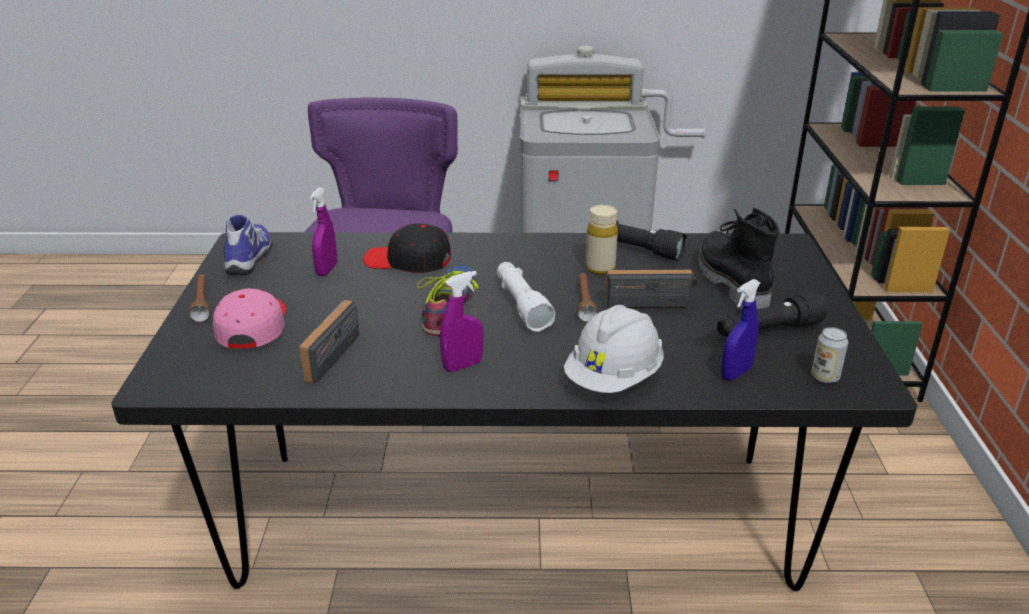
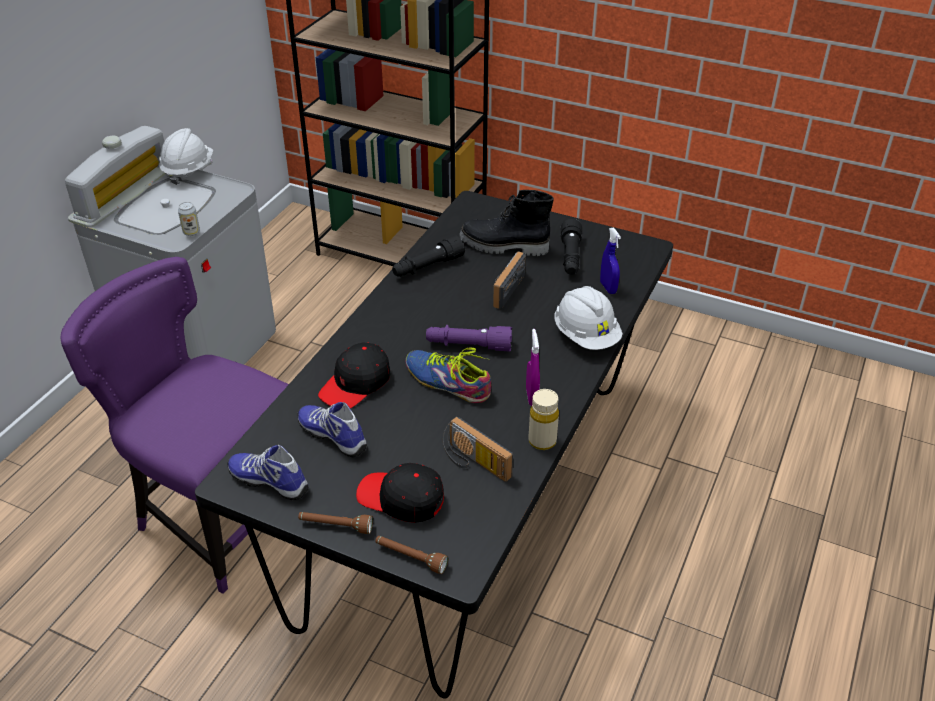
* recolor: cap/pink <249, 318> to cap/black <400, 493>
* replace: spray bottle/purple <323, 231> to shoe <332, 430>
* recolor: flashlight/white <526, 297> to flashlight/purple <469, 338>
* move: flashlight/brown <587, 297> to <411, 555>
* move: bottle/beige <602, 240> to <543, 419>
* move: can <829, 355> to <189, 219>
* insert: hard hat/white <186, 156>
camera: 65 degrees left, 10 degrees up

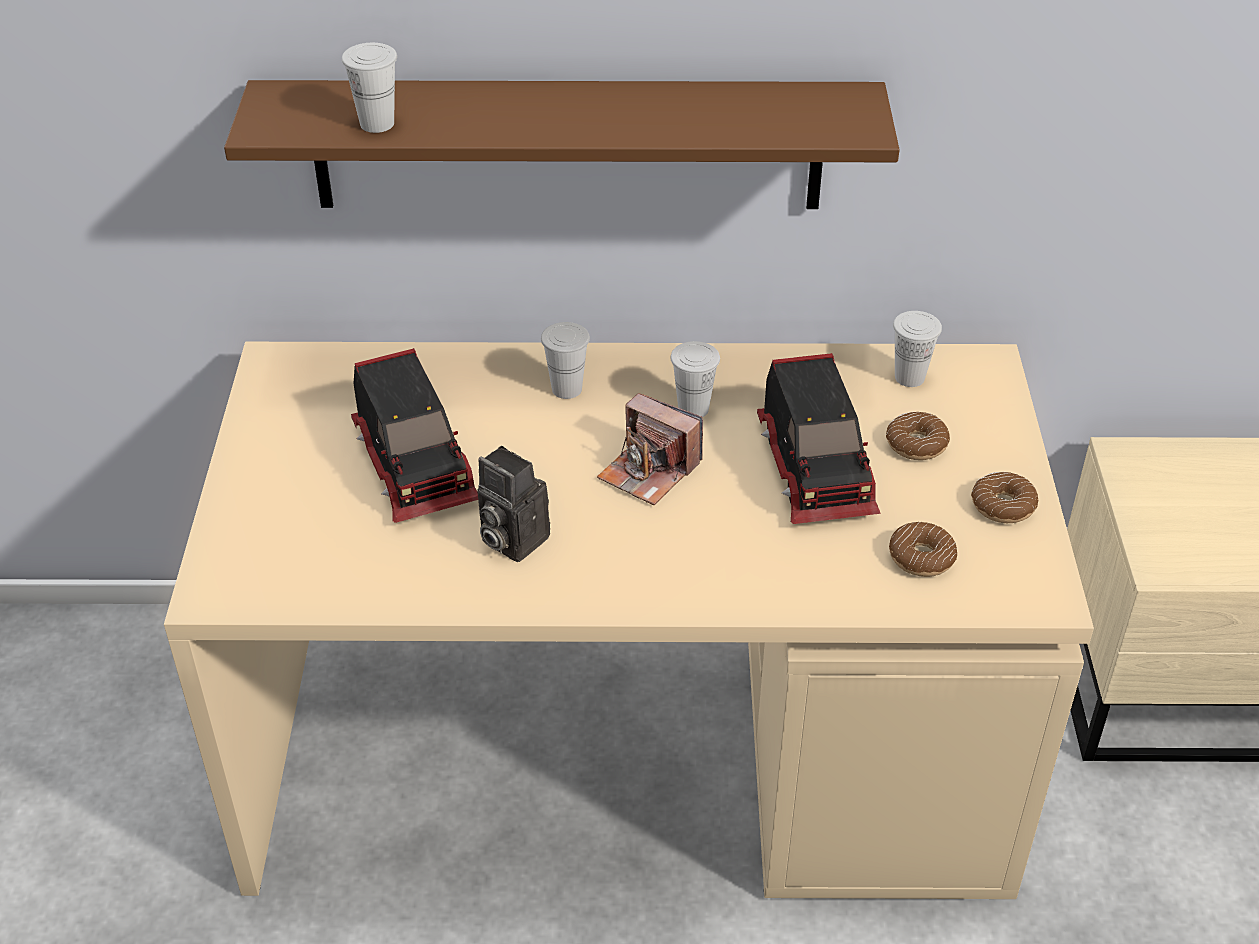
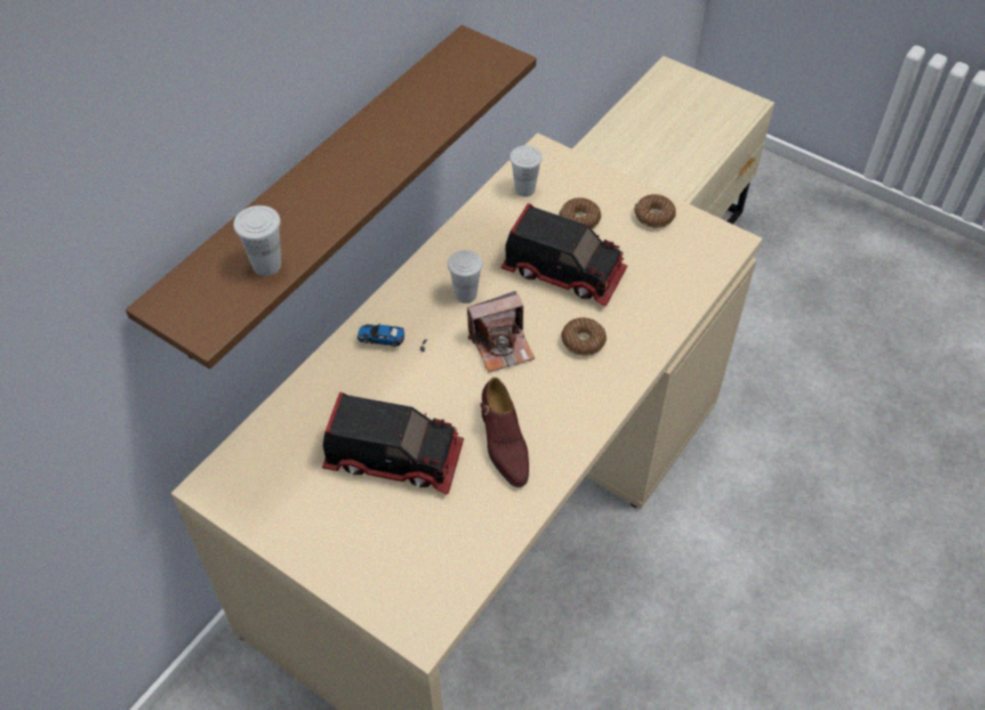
* replace: photo camera <514, 504> to shoe/brown <504, 432>
* replace: cup/white <565, 360> to toy car <392, 337>
* move: donut <923, 549> to <584, 337>
camera: 55 degrees left, 10 degrees up

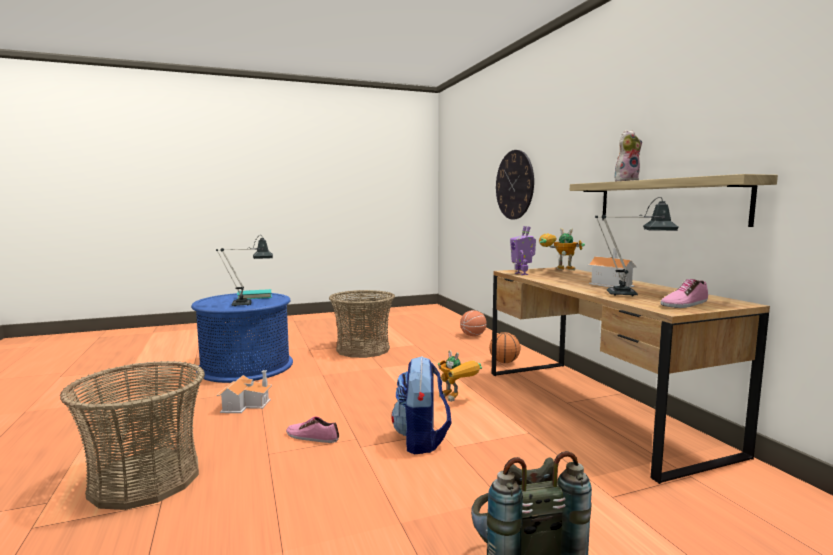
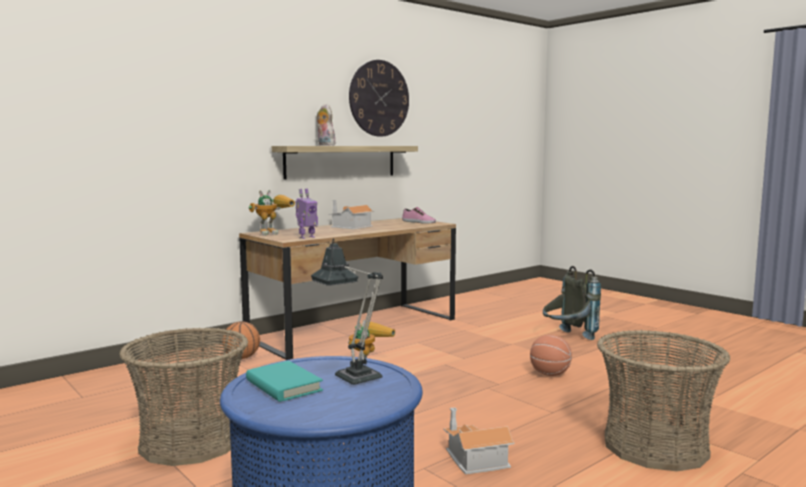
* delete: shoe <312, 429>
* delete: backpack <421, 405>
* move: basketball <473, 323> to <551, 355>
* move: wall clock <515, 184> to <379, 98>
* rotate: toy robot <562, 249> = <272, 213> 135 degrees counterclockwise
* delete: table lamp <636, 247>
camera: 110 degrees left, 0 degrees up

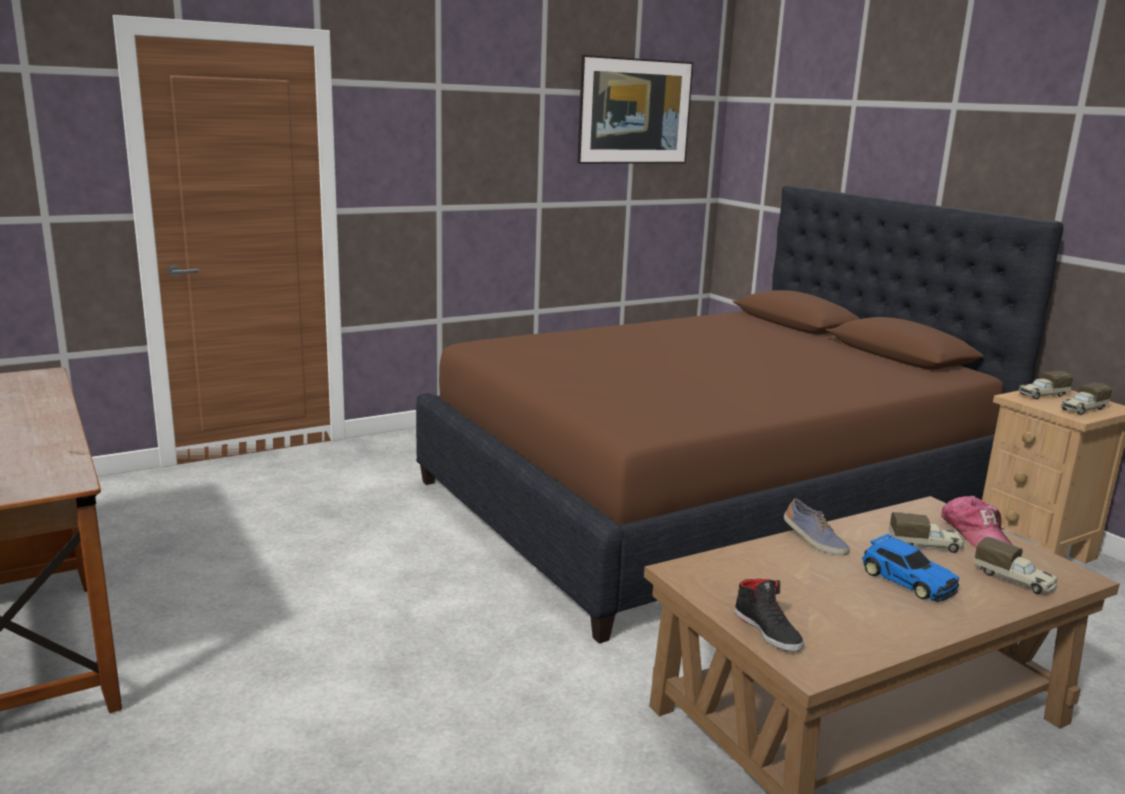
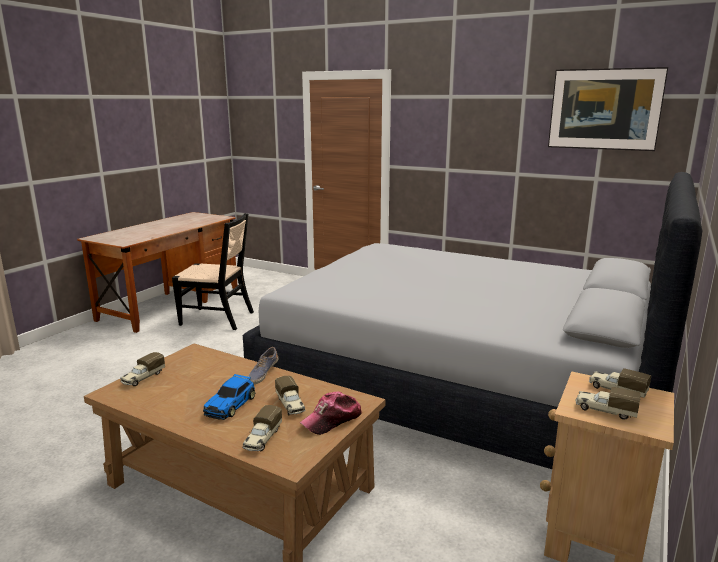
* recolor: bed/brown <740, 414> to bed/grey <472, 320>
* replace: shoe/black <769, 615> to toy truck <142, 369>
* insert: chair <213, 271>
camera: 60 degrees right, 0 degrees up

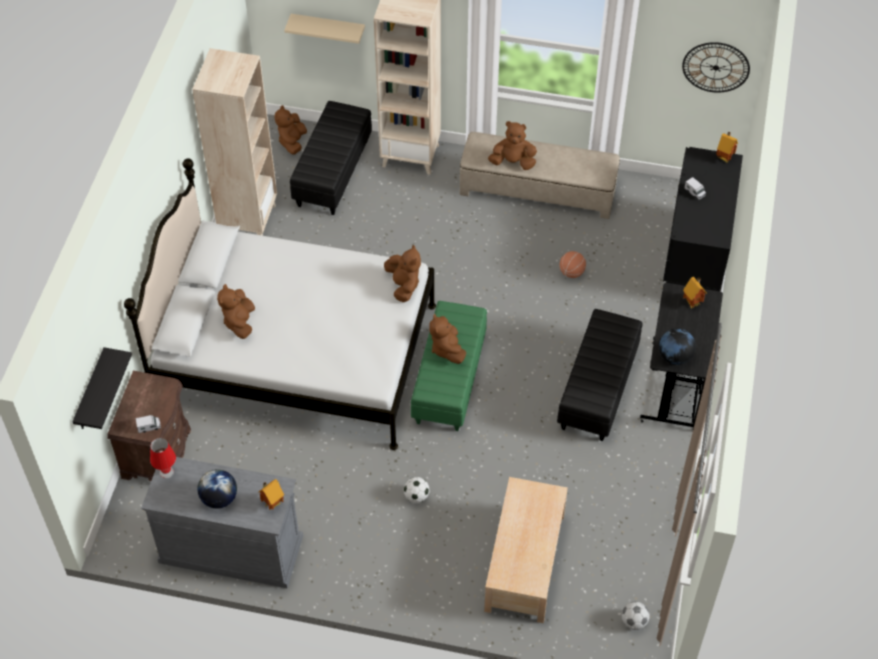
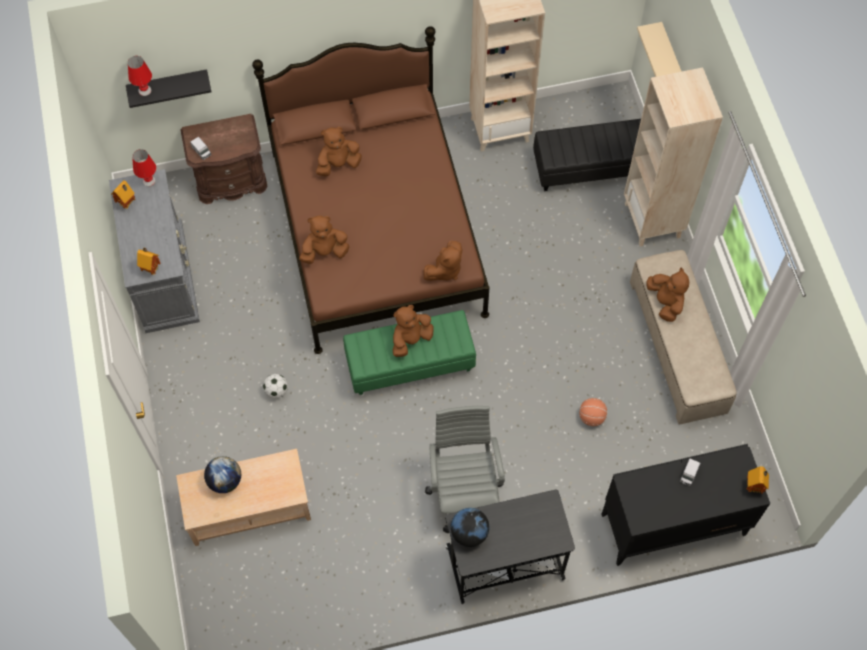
* recolor: bed/white <280, 304> to bed/brown <371, 190>
* move: globe <217, 489> to <222, 474>
* move: plush toy/brown <290, 130> to <324, 239>
* replace: ottoman/black <600, 375> to office chair/grey <465, 469>
* delete: football <636, 616>
* delete: wall clock <716, 67>
* move: toy house <695, 292> to <123, 194>
* insert: table lamp/red <140, 76>
camera: 65 degrees right, 10 degrees up

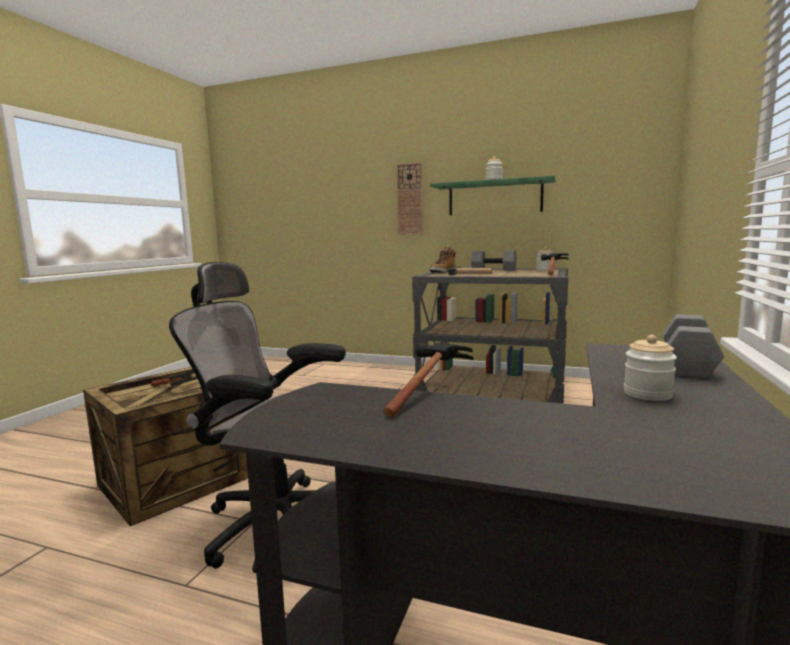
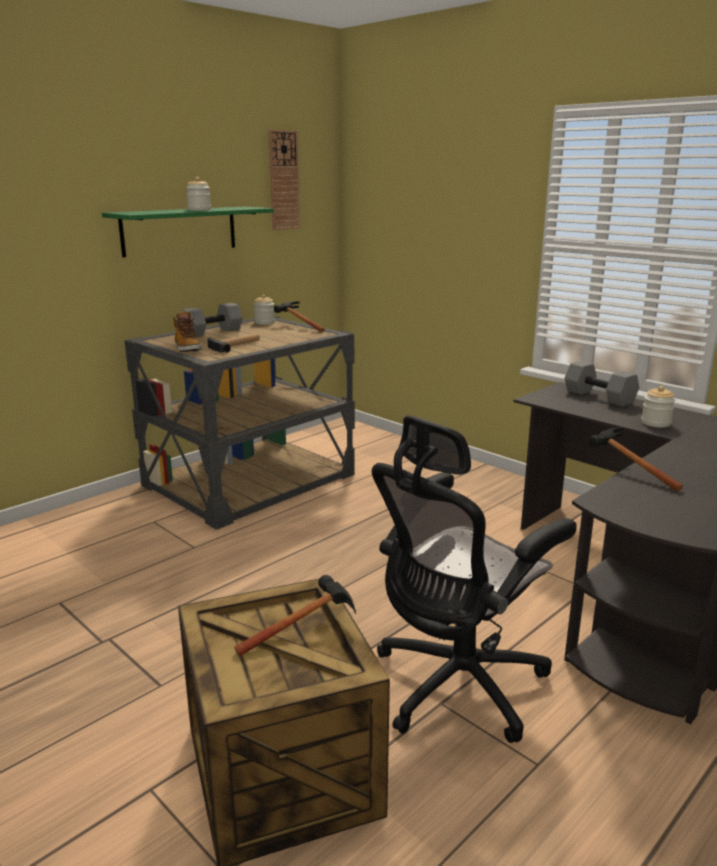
* move: wall clock <410, 198> to <284, 180>
camera: 65 degrees left, 10 degrees up

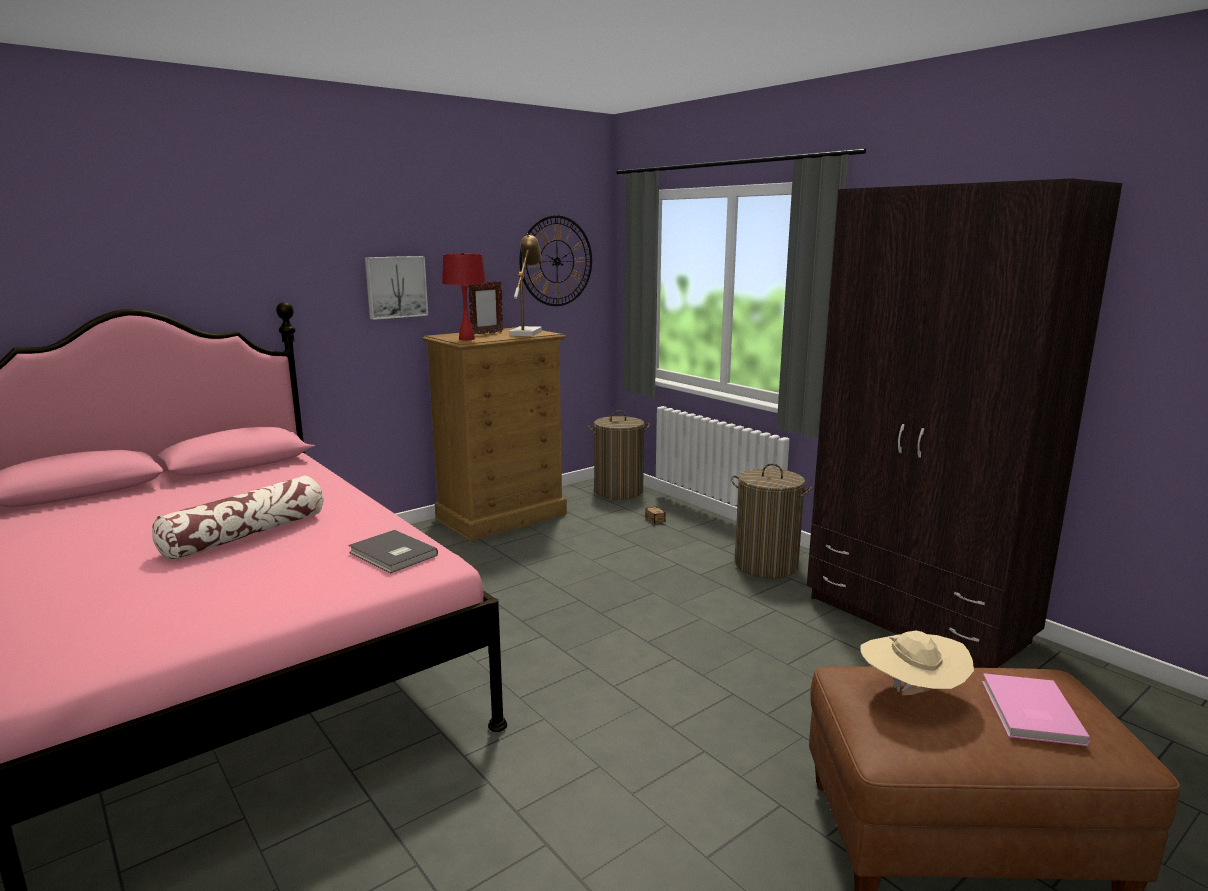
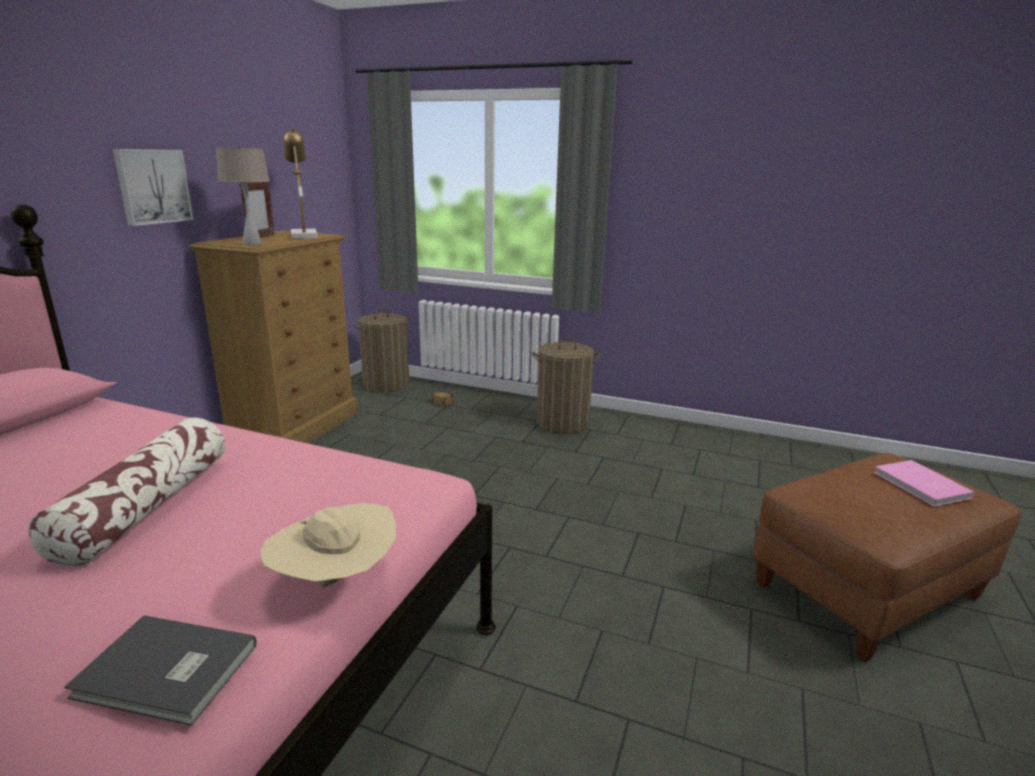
* move: book/grey <393, 551> to <160, 670>
* recolor: table lamp/red <464, 296> to table lamp/beige <243, 195>
* delete: wall clock <555, 260>
* delete: wardrobe/brown <965, 423>
* move: hat/beige <917, 662> to <328, 545>
camera: 30 degrees left, 5 degrees up

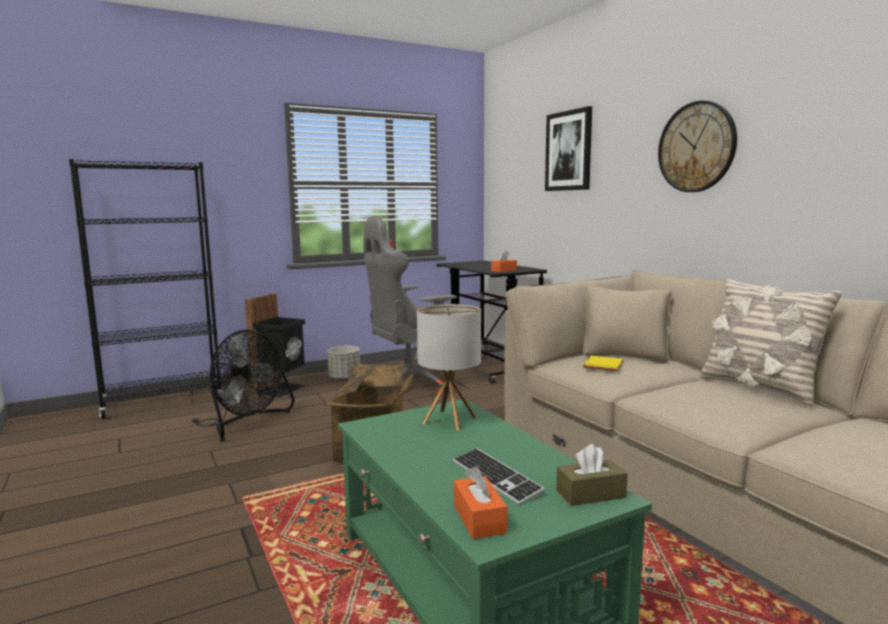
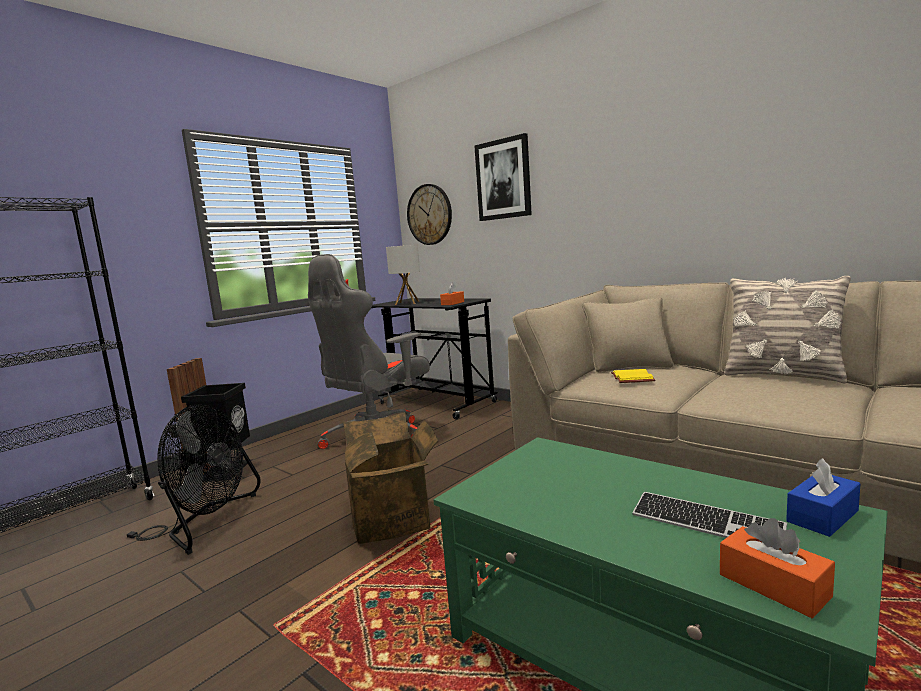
* delete: planter/grey <344, 363>
* move: table lamp <449, 367> to <403, 275>
* recolor: tissue box/brown <592, 475> to tissue box/blue <823, 497>
* move: wall clock <697, 146> to <429, 214>
camera: 20 degrees left, 0 degrees up

